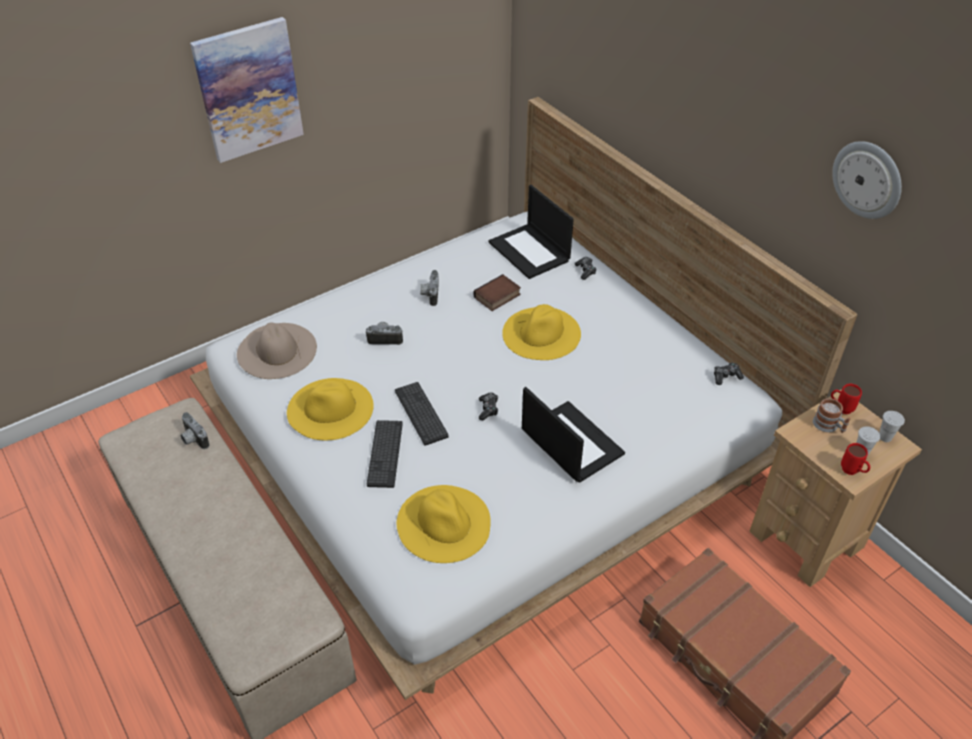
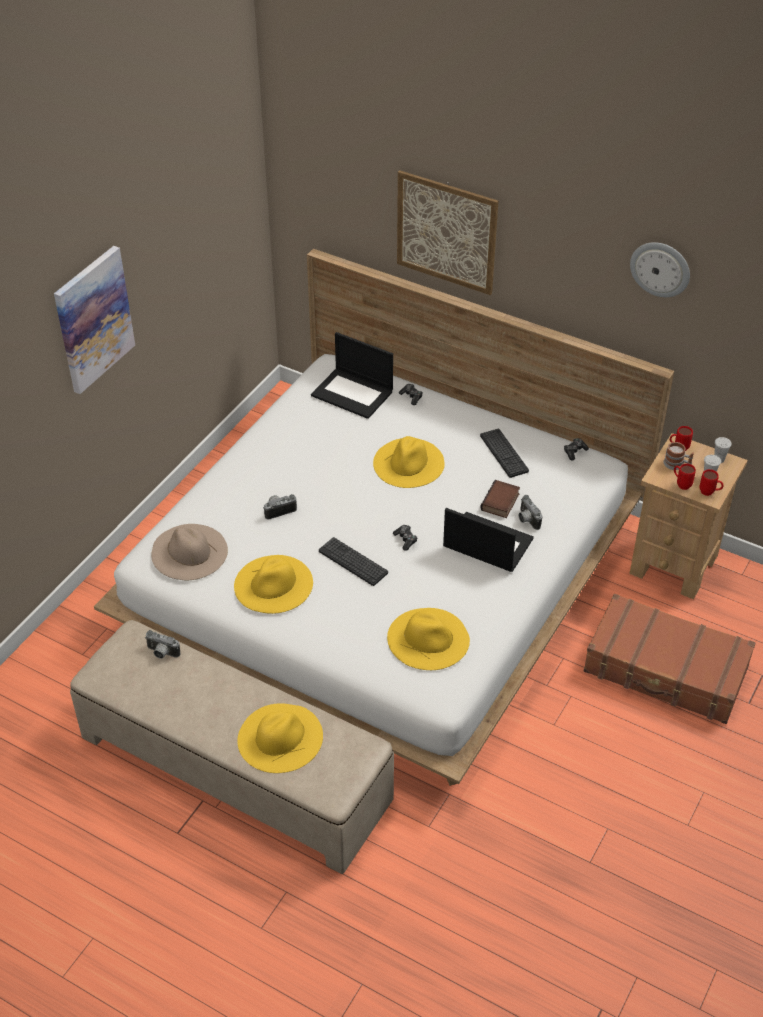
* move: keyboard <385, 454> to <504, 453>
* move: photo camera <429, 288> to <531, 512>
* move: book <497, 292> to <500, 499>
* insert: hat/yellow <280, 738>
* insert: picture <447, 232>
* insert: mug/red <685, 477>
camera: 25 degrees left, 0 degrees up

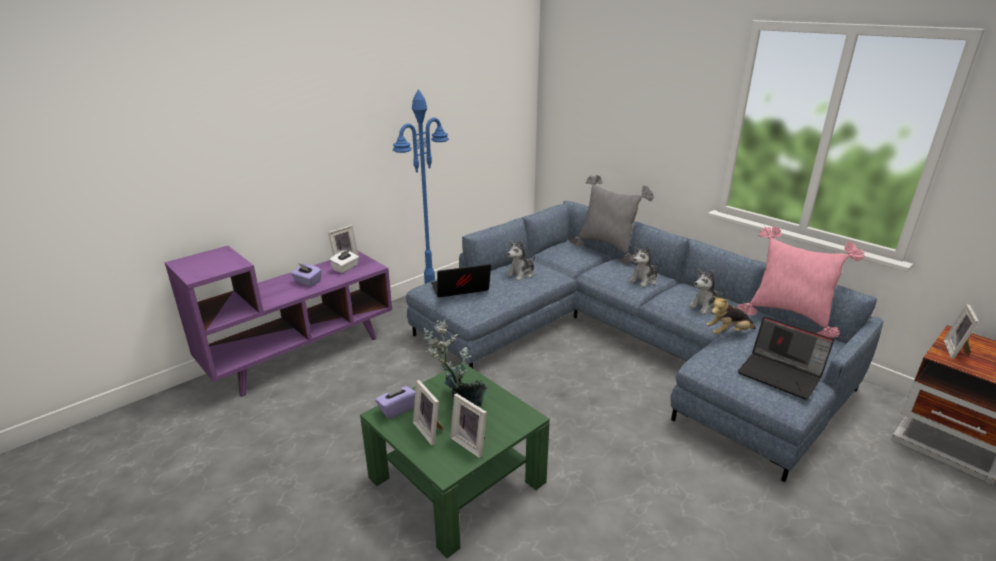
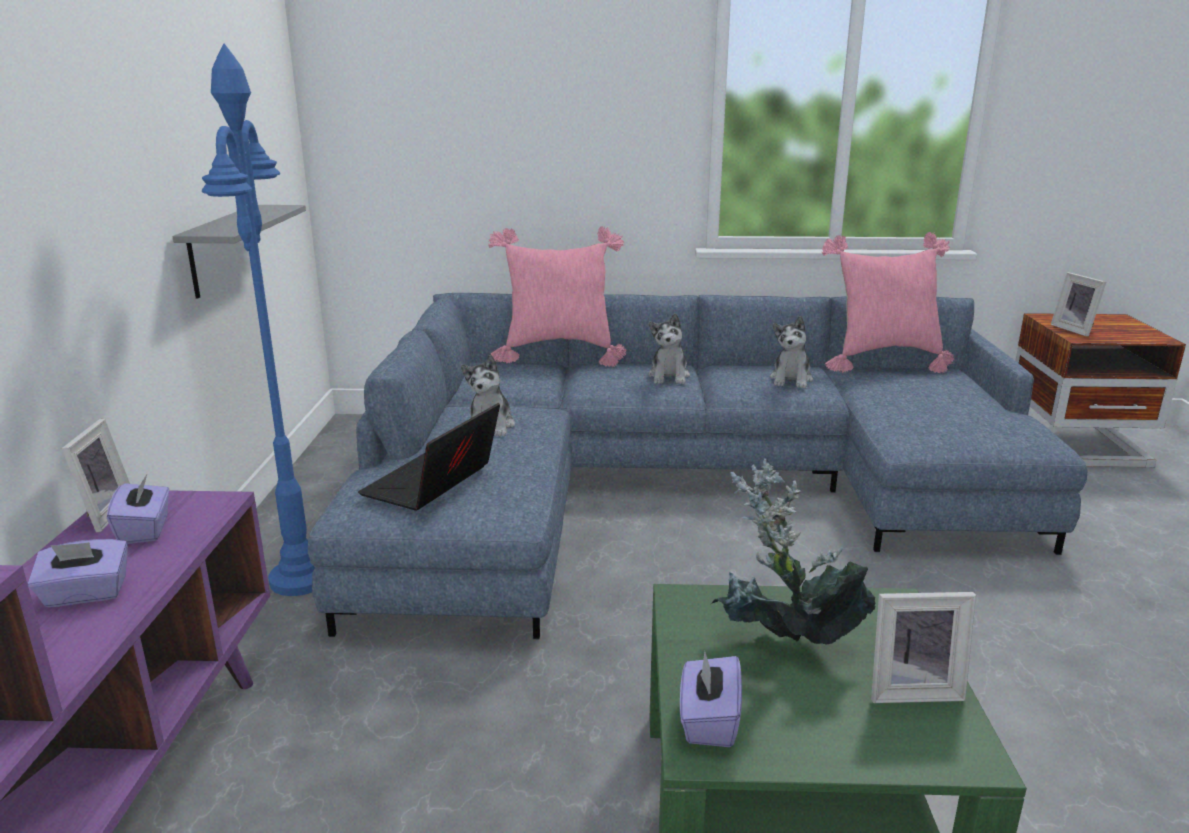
* recolor: tissue box/white <344, 261> to tissue box/purple <138, 508>
* delete: picture frame <428, 413>
* recolor: pillow/grey <612, 220> to pillow/pink <557, 296>
* delete: plush toy <731, 315>
* delete: laptop <786, 358>
* insert: shelf/grey <239, 251>
camera: 45 degrees left, 5 degrees down

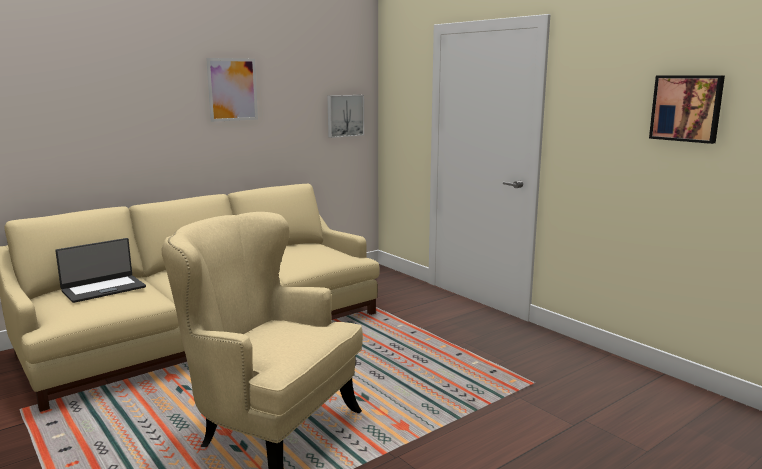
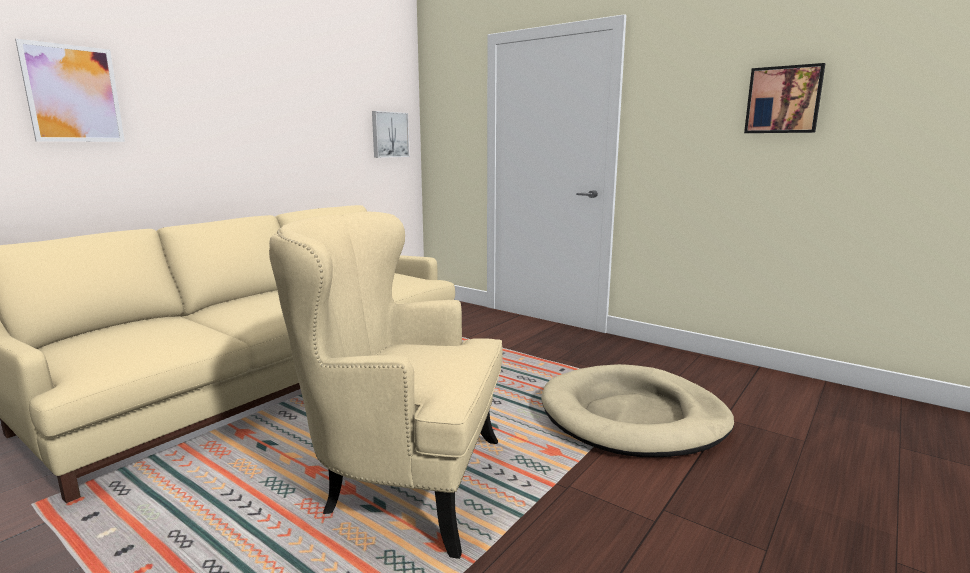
* delete: laptop <100, 270>
* move: picture <232, 90> to <70, 90>
* insert: dog bed/beige <637, 410>
camera: 15 degrees left, 0 degrees up

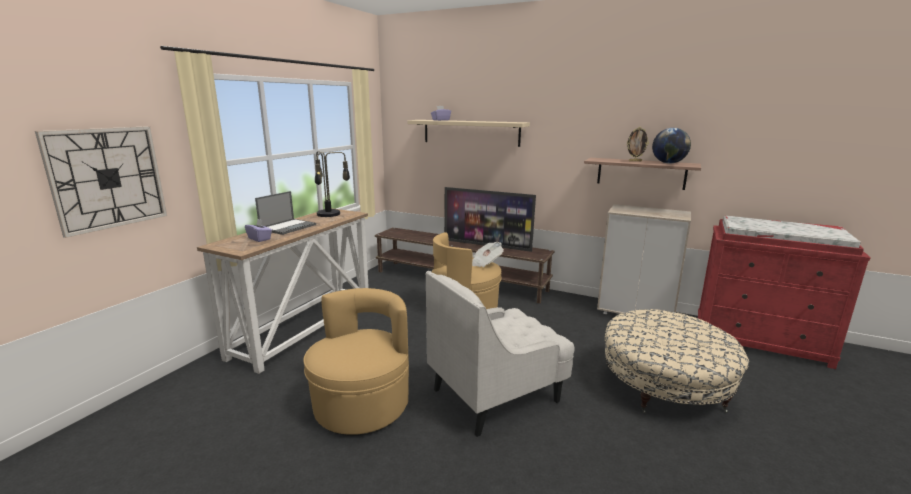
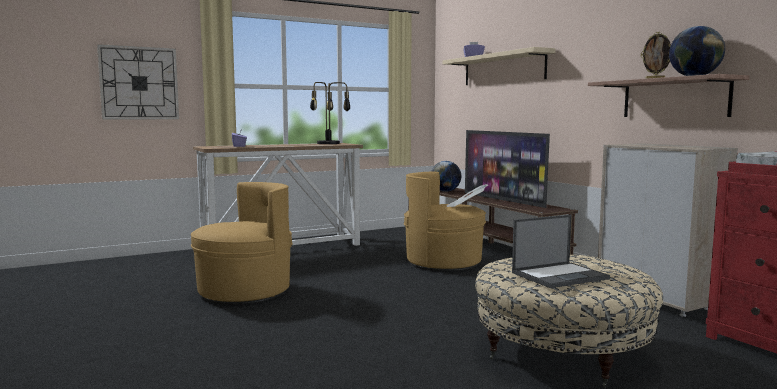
* move: laptop <285, 213> to <561, 251>
* delete: armchair/white <500, 354>
* insert: globe <446, 176>
camera: 35 degrees right, 10 degrees down

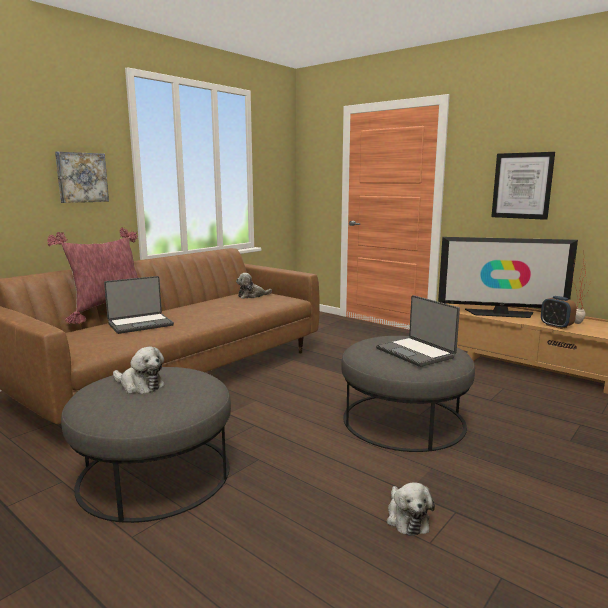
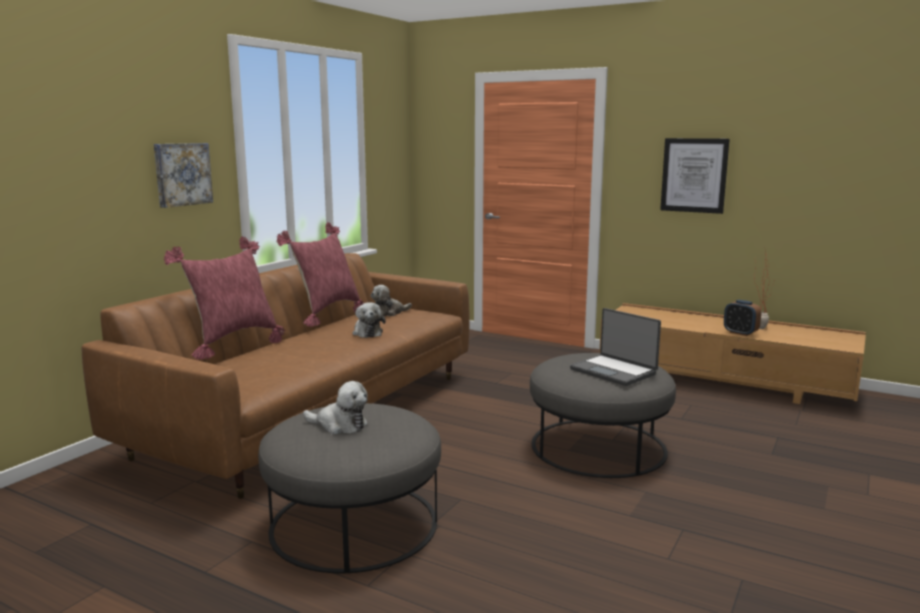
* delete: laptop <139, 305>
* move: plush toy <411, 509> to <369, 320>
* delete: television <508, 277>
* insert: pillow/red <320, 275>
camera: 10 degrees left, 0 degrees up

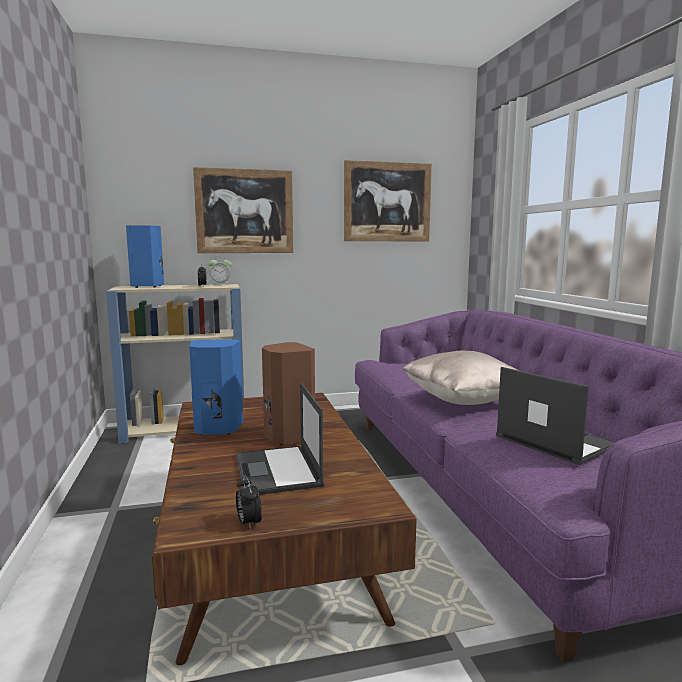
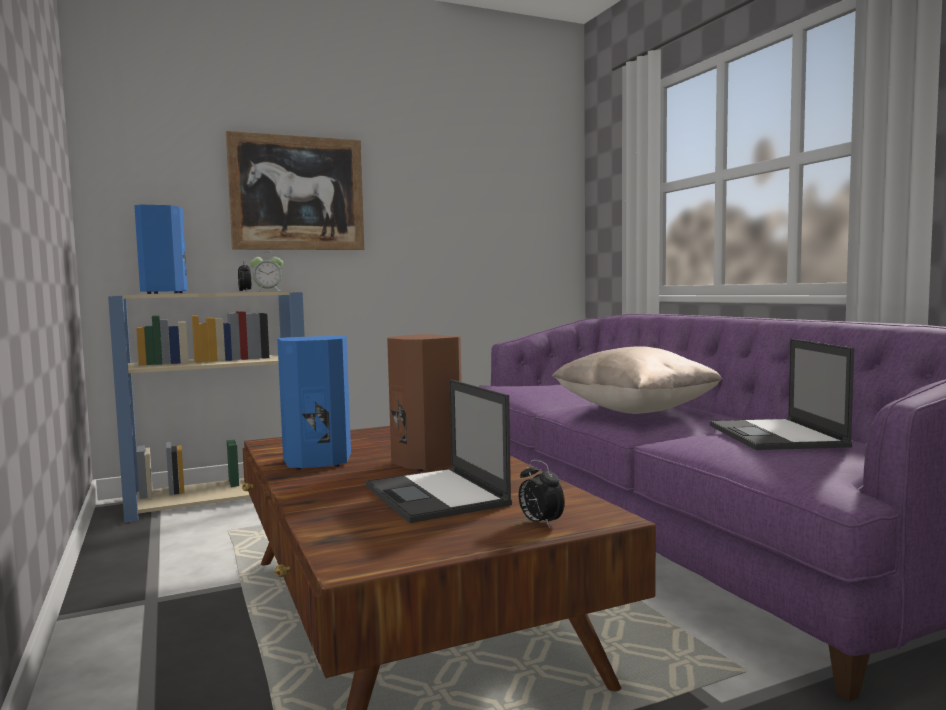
* move: alarm clock <249, 502> to <541, 494>
* delete: picture <388, 200>
* rotate: laptop <555, 416> = <782, 394> 135 degrees counterclockwise
camera: 10 degrees left, 5 degrees down

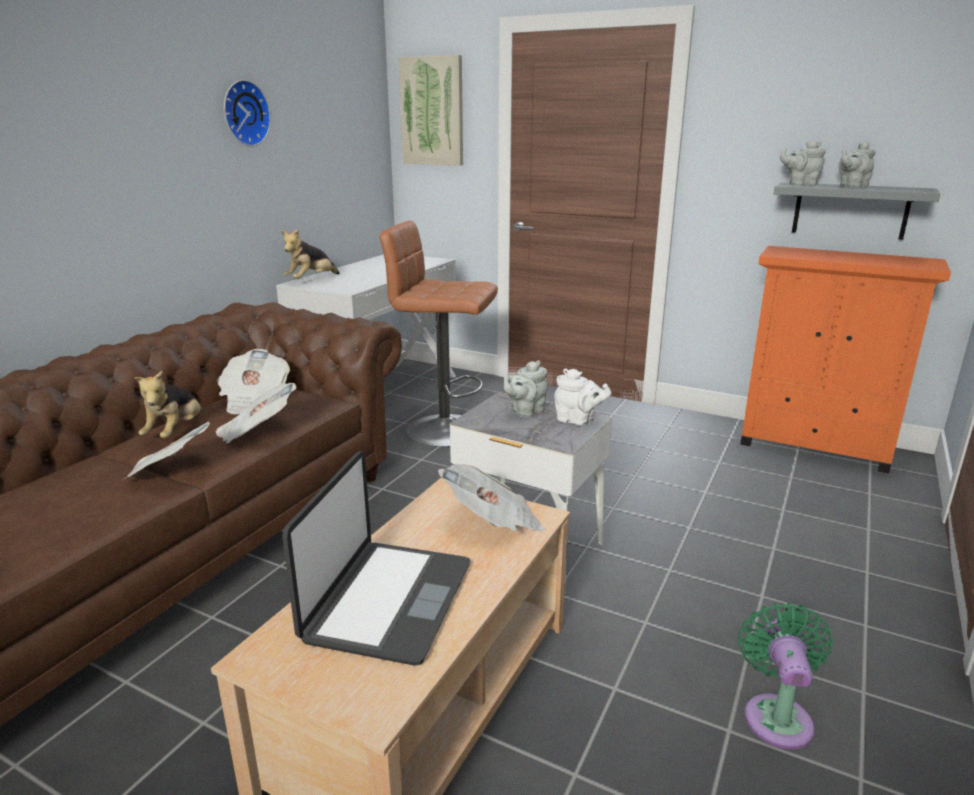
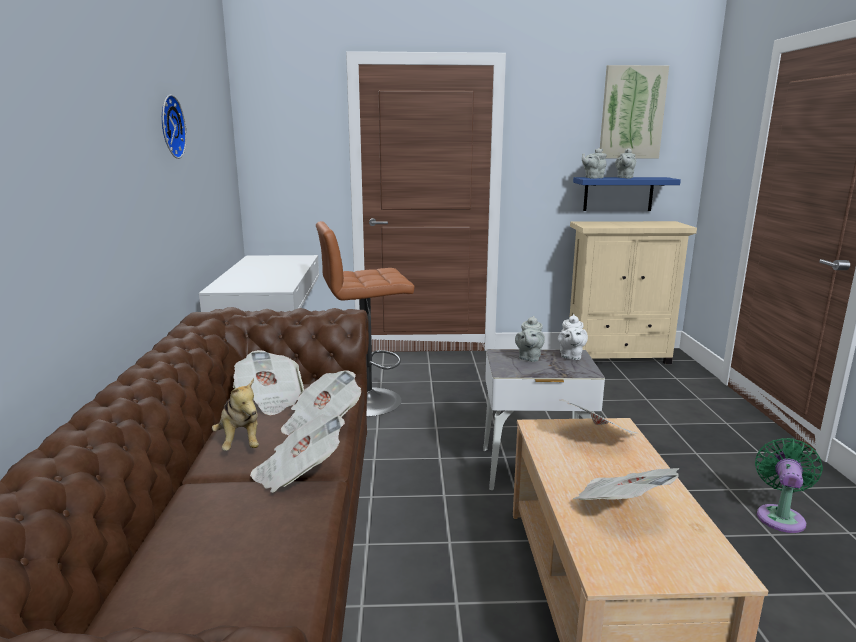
* delete: plush toy <310, 254>
* replace: laptop <376, 558> to newspaper <626, 484>
* move: picture <430, 110> to <634, 111>
* rotate: teapot/white <582, 396> = <573, 337> 105 degrees clockwise
* rotate: fan/green <785, 675> = <789, 485> 45 degrees clockwise
* recolor: cabinet/orange <845, 360> to cabinet/beige <633, 293>
* recolor: shelf/grey <857, 211> to shelf/blue <627, 194>
camera: 30 degrees left, 5 degrees down

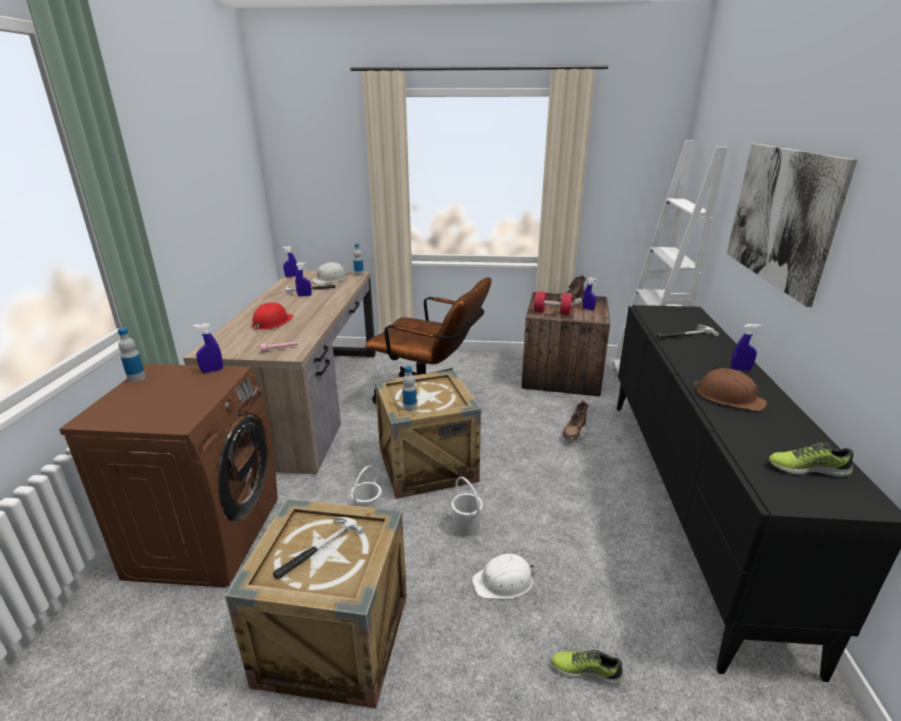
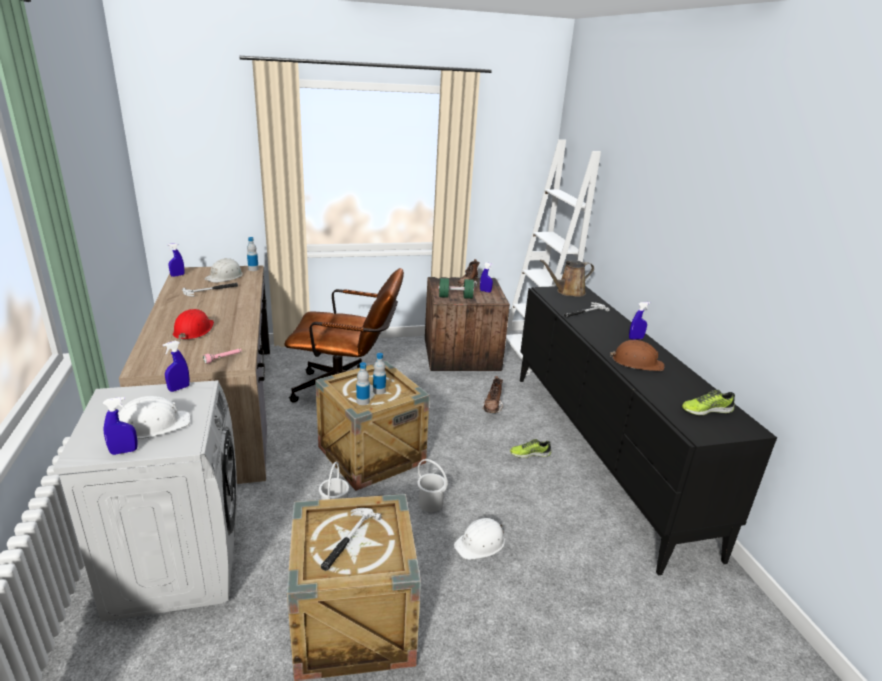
* recolor: washing machine/brown <168, 476> to washing machine/white <145, 501>
* move: bottle <132, 355> to <379, 374>
* move: spray bottle/blue <303, 279> to <120, 426>
* recolor: dumbbell/red <553, 303> to dumbbell/green <456, 288>
* move: shoe <588, 667> to <530, 448>
* delete: picture <792, 225>
* insert: hard hat/white <154, 417>
* insert: watering can/brown <567, 278>
camera: 20 degrees left, 0 degrees up

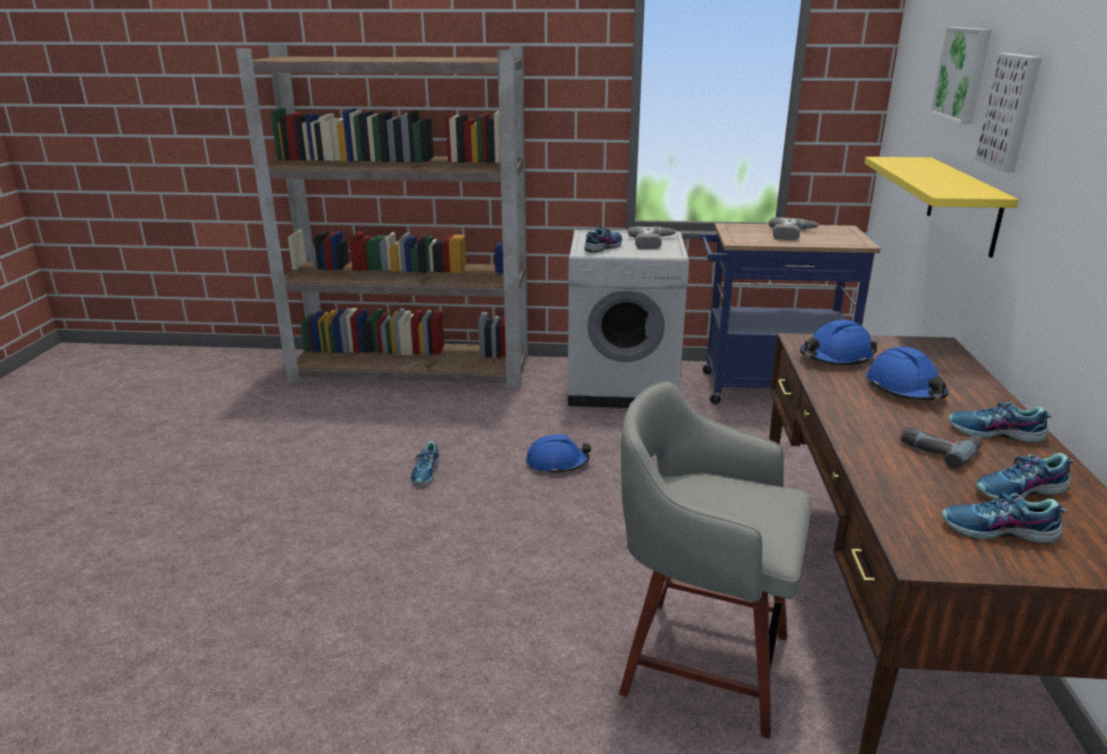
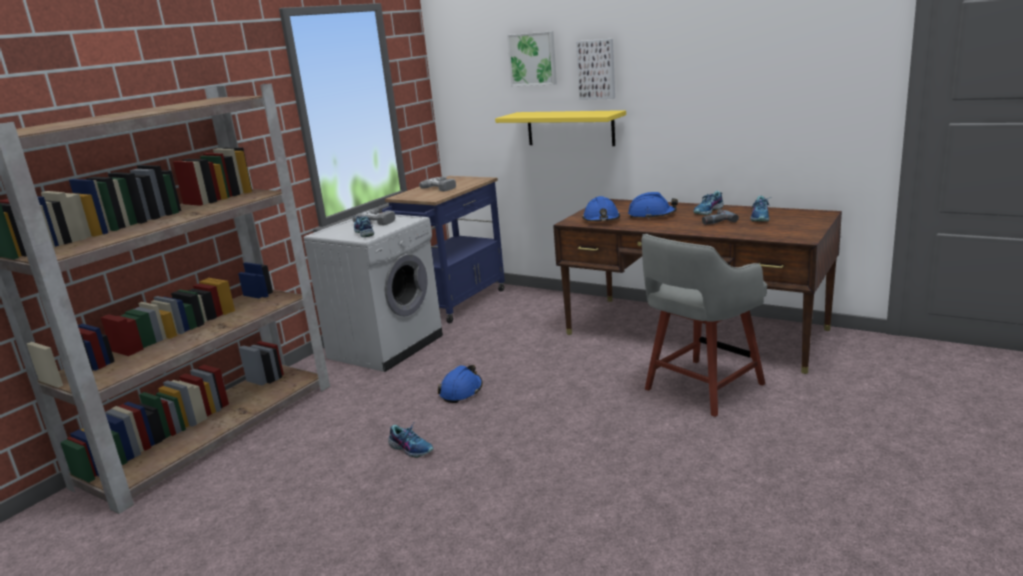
* delete: shoe <1004, 518>
camera: 60 degrees left, 5 degrees down

